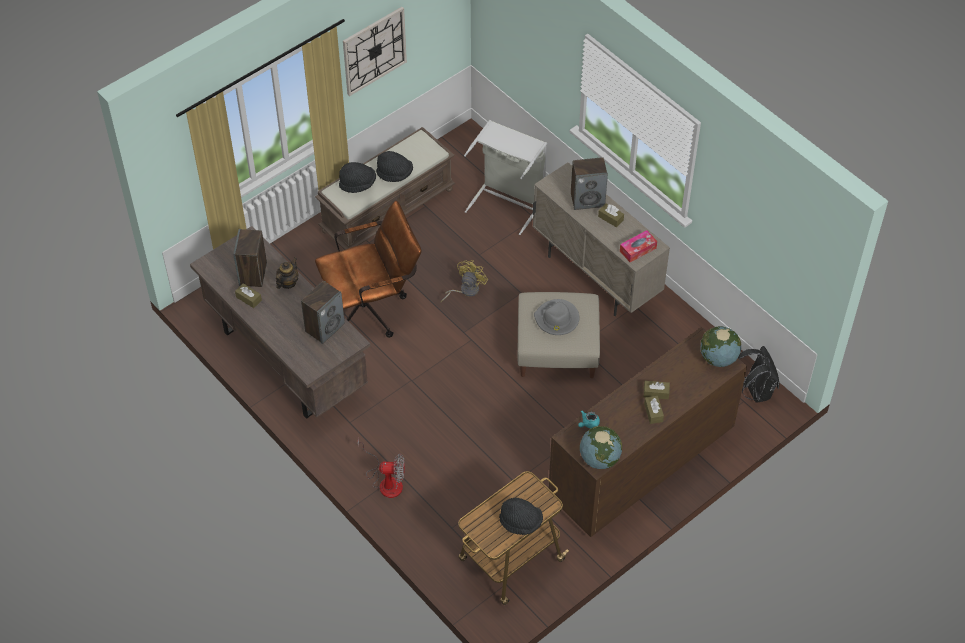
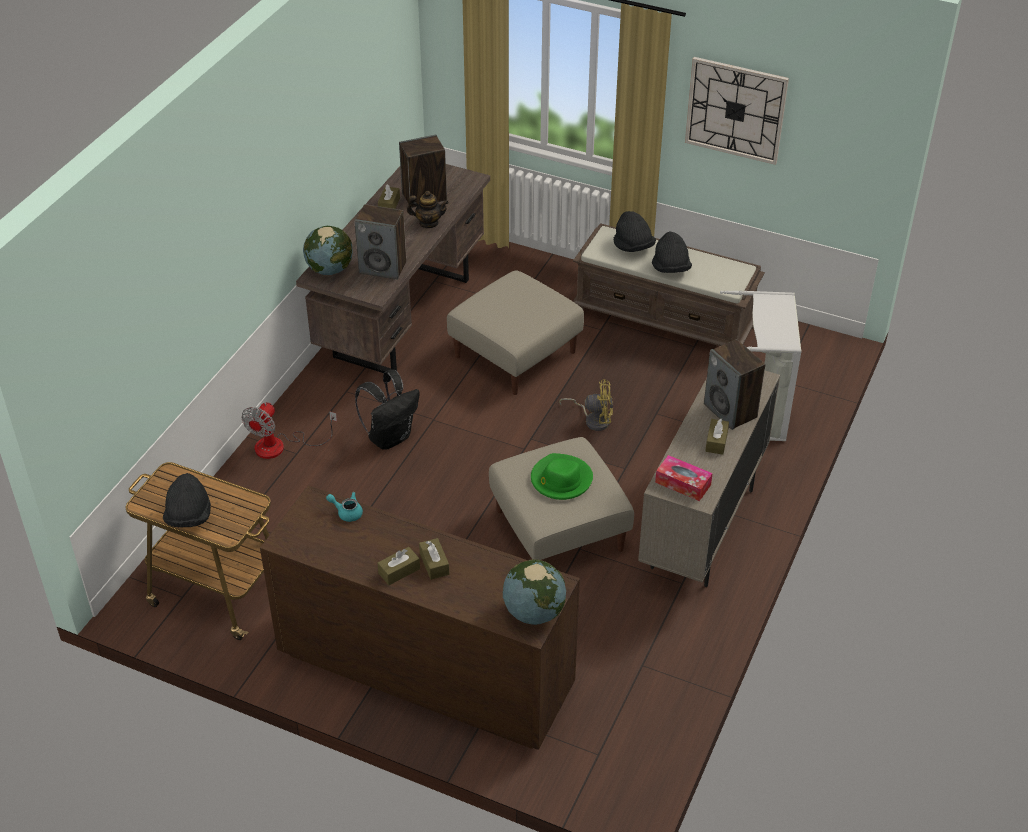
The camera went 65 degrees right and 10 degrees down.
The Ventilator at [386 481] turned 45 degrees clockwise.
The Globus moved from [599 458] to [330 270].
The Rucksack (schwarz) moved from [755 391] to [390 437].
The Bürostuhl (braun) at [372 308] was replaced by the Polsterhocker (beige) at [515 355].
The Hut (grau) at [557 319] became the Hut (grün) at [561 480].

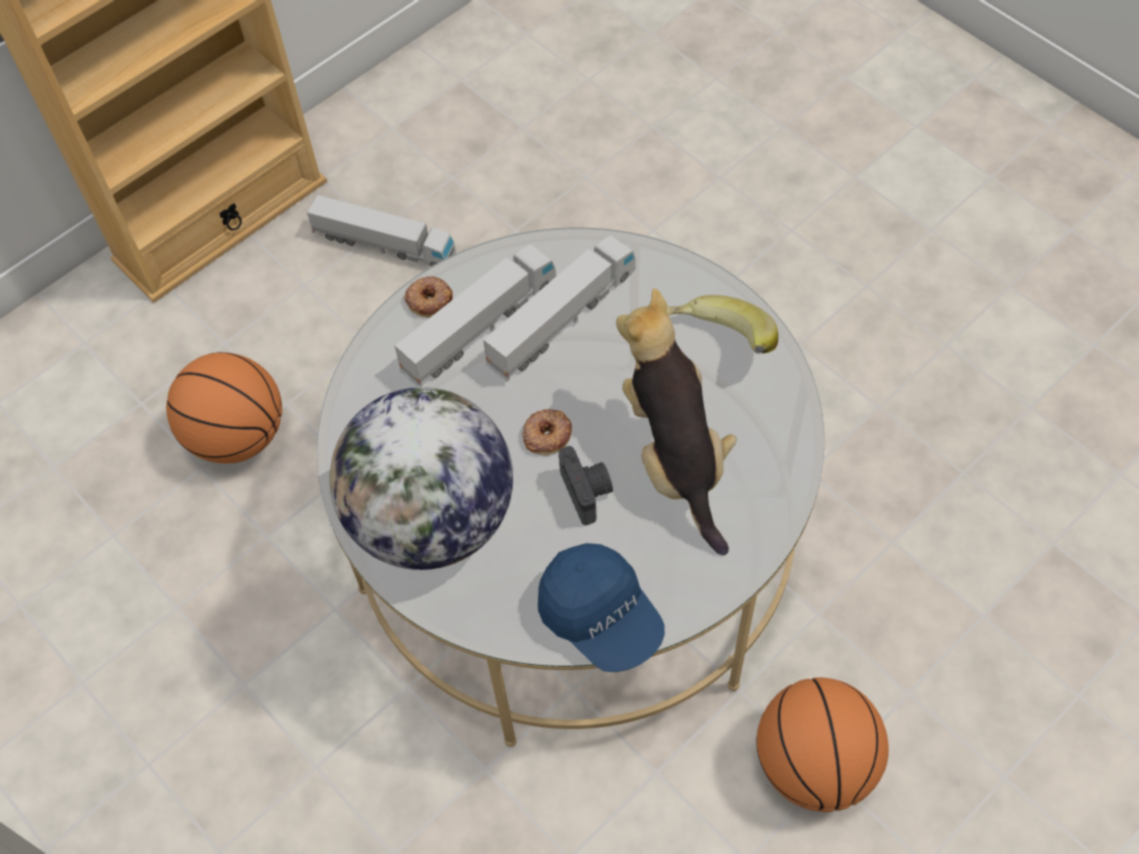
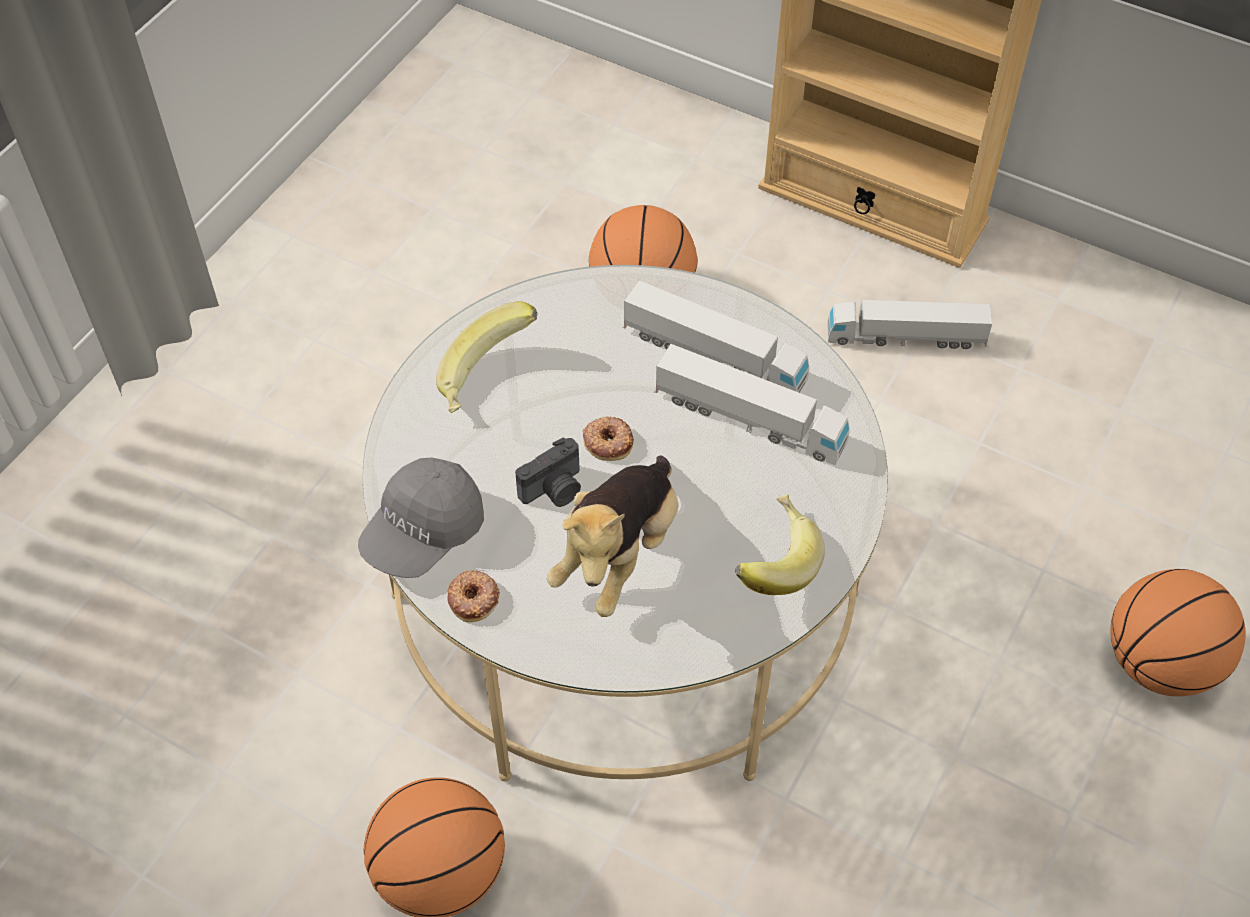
The camera went 70 degrees right and 5 degrees down.
The Kappe (blau) at [601 617] became the Kappe (grau) at [423 533].
The Globus at [432 520] was replaced by the Banane at [488 379].
The Donut moved from [429 299] to [474 598].
The Plüschtier at [675 456] turned 150 degrees clockwise.
The Spielzeuglaster at [384 244] turned 90 degrees clockwise.
The Basketball at [1160 663] appeared.

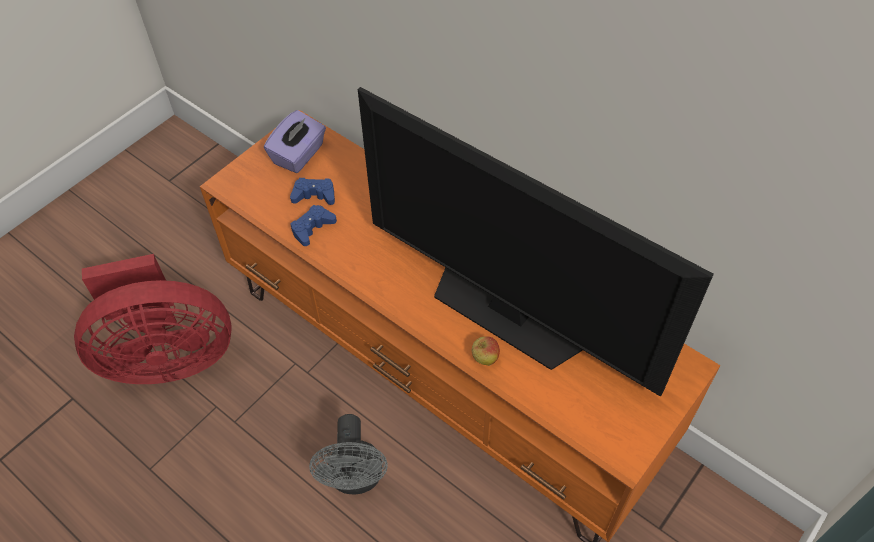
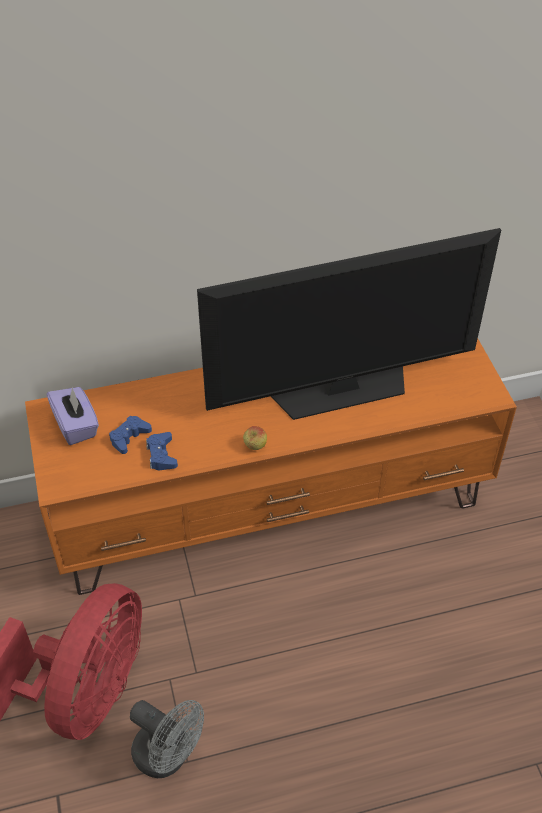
The camera went 55 degrees left and 5 degrees down.
The Ventilator (grau) moved from [356 479] to [168 756].
The Apfel moved from [485 358] to [255 446].

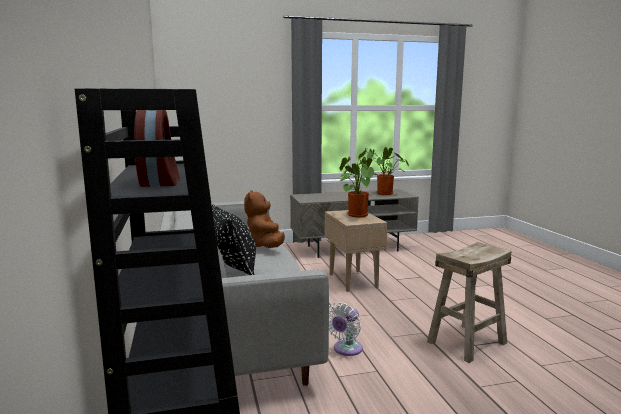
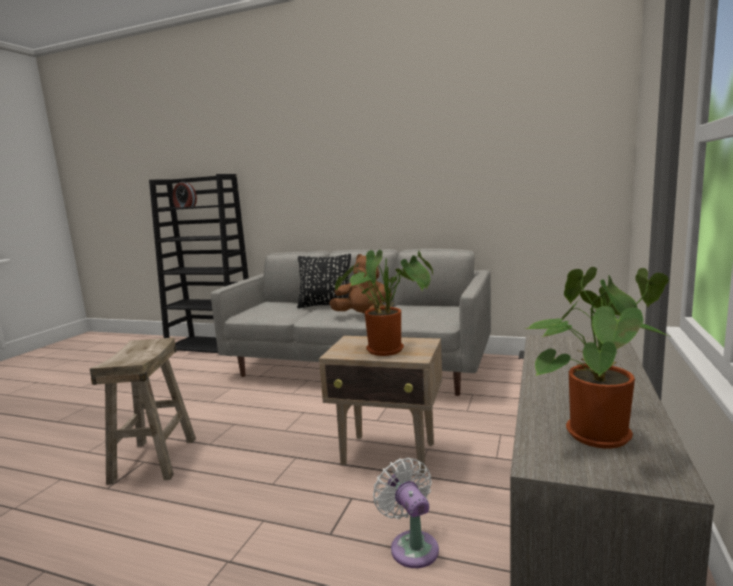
The camera went 125 degrees right and 0 degrees up.
The Ventilator (weiß) moved from [346 349] to [412 545].

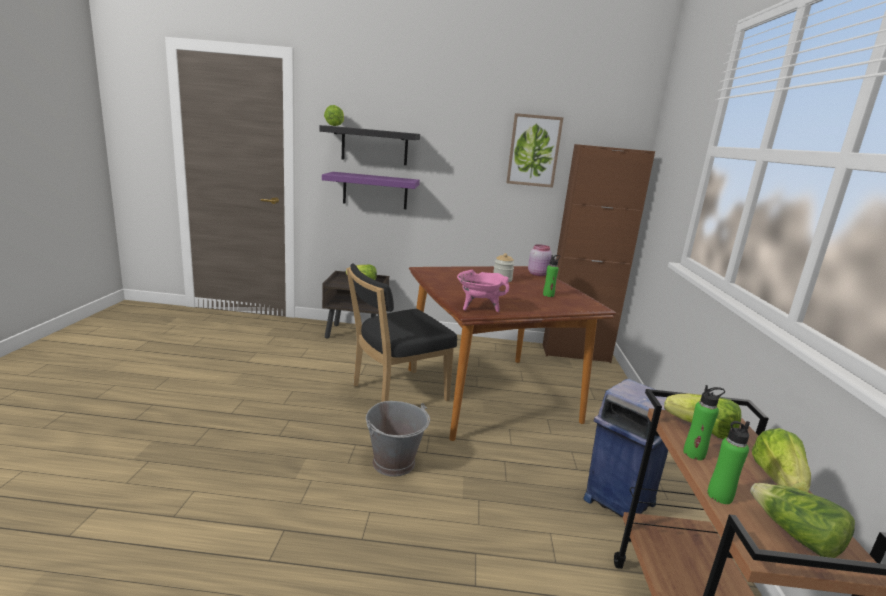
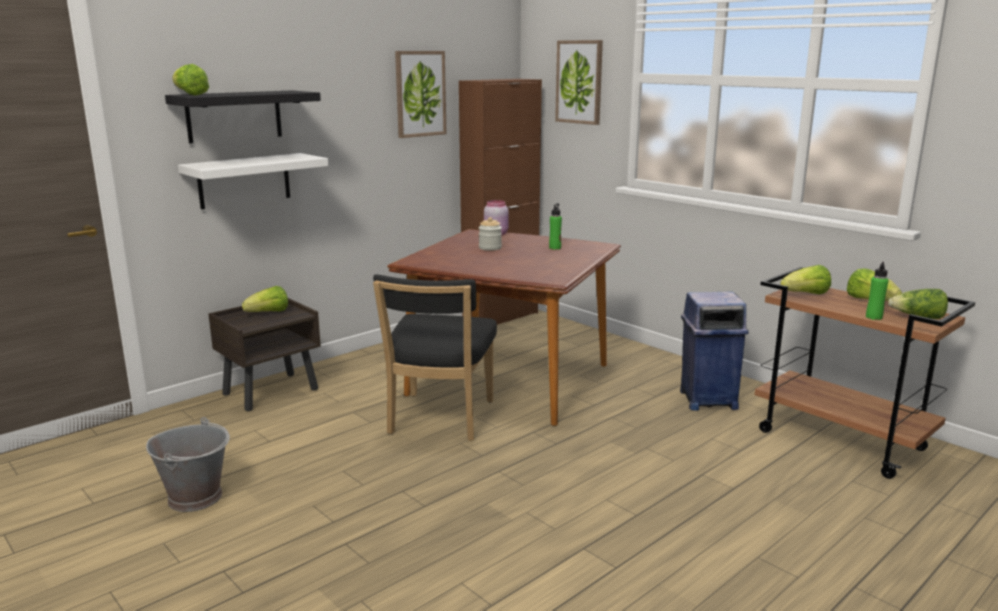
The camera went 45 degrees left and 0 degrees up.
The Eimer (grau) moved from [394 462] to [196 497].
The Wandregal (lila) at [375 191] became the Wandregal (weiß) at [244 180].
The Bild at [579 82] appeared.
The Kochtopf (rosa) at [478 308] disappeared.
The Flasche (grün) at [694 454] disappeared.

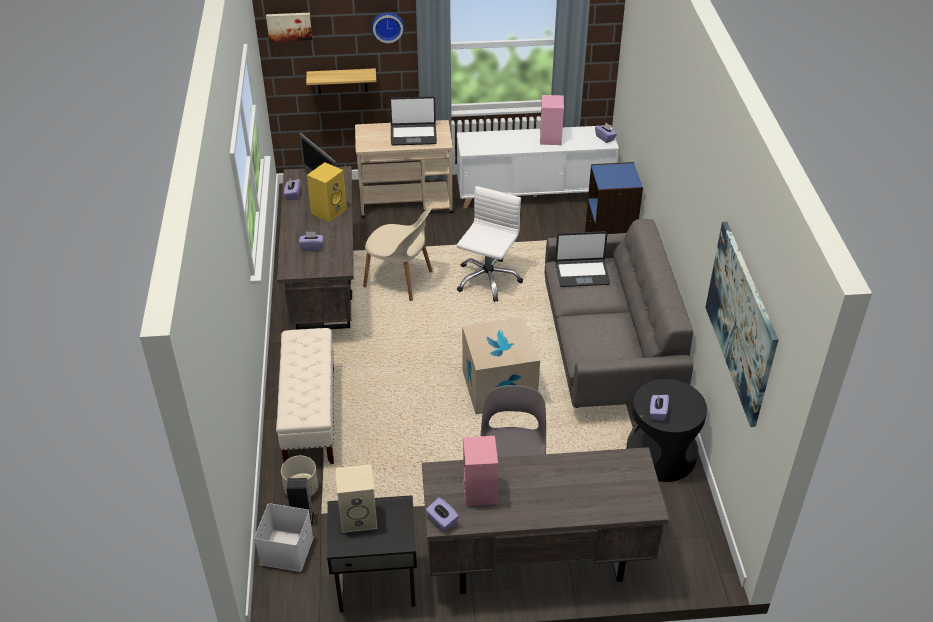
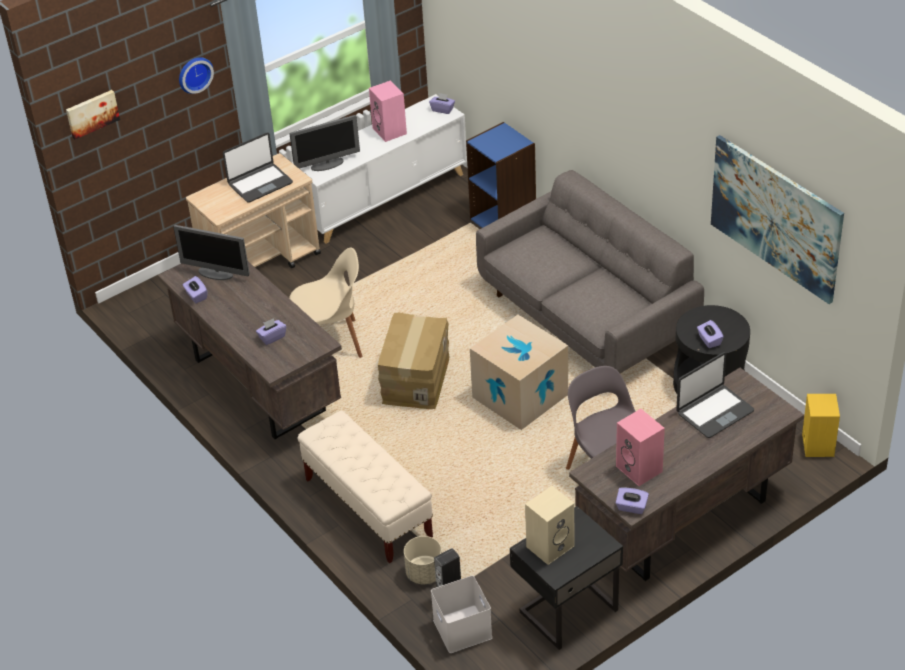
The camera went 30 degrees left and 0 degrees up.
The Monitor at [327 164] appeared.
The Karton at [415 380] appeared.
The Laptop moved from [582 273] to [714 411].
The Lautsprecher (gelb) moved from [329 210] to [817 444].
The Wandregal at [342 81] disappeared.
The Bürostuhl (weiß) at [487 280] disappeared.

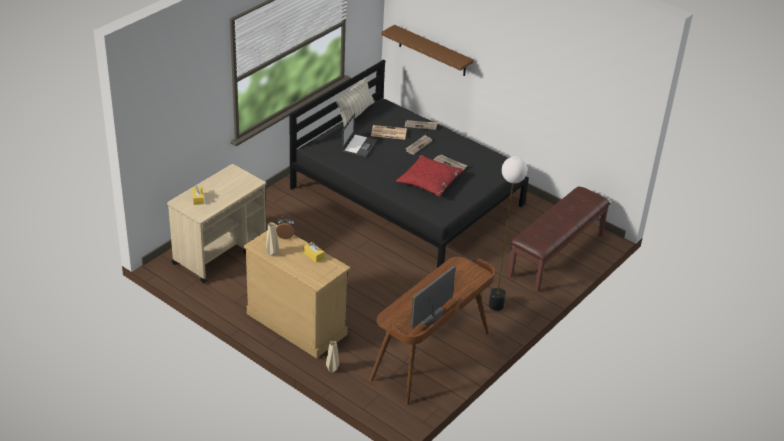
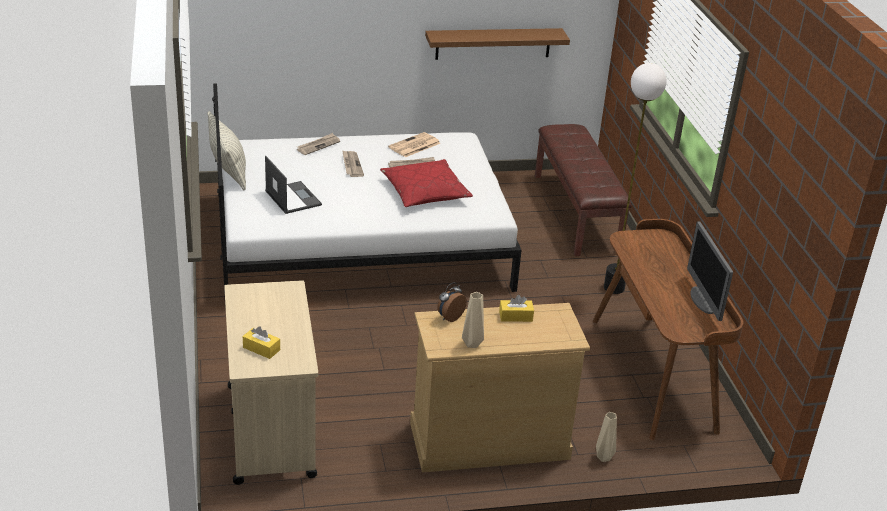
The camera went 50 degrees left and 5 degrees down.
The Bett (schwarz) at [407 195] became the Bett (weiß) at [359 241].
The Zeitung moved from [388 133] to [414 146].
The Wandregal (braun) moved from [432 51] to [493 43].

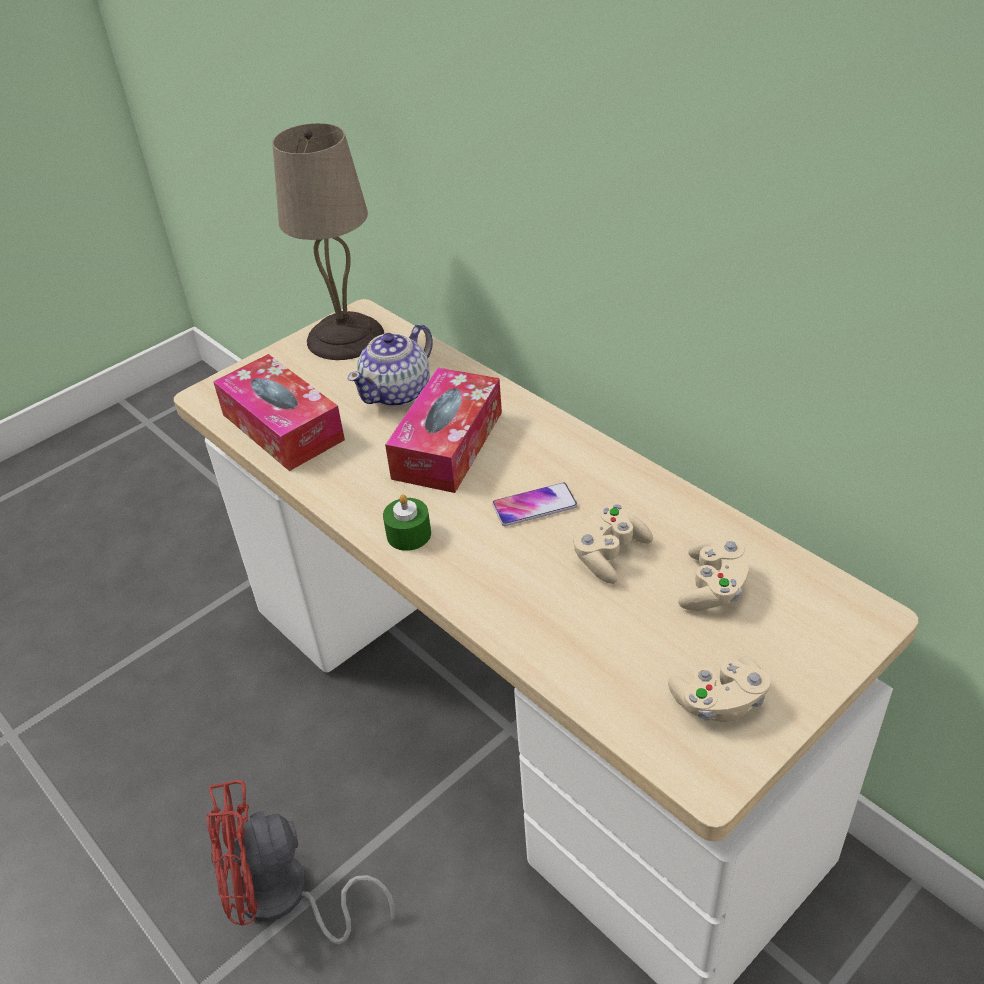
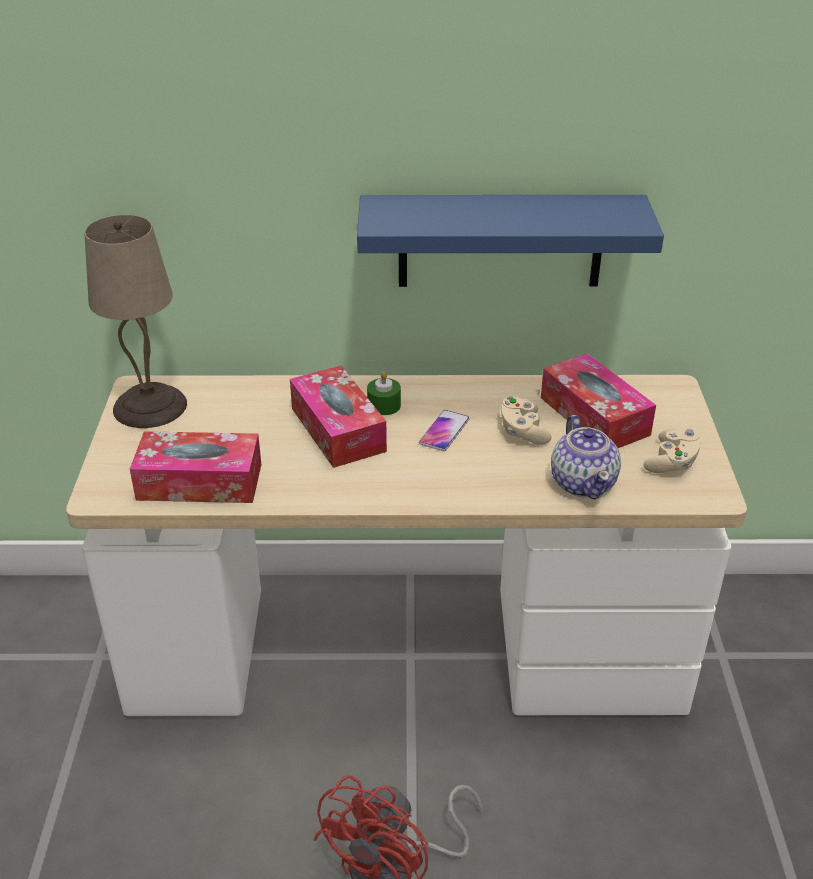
The camera went 50 degrees left and 5 degrees down.
The Wandregal (blau) at [500 241] appeared.
The Kerze (grün) moved from [409 534] to [384 405].
The Gamepad (beige) at [713 588] was replaced by the Taschentuchbox at [594 416].
The Teekanne moved from [398 392] to [583 482].

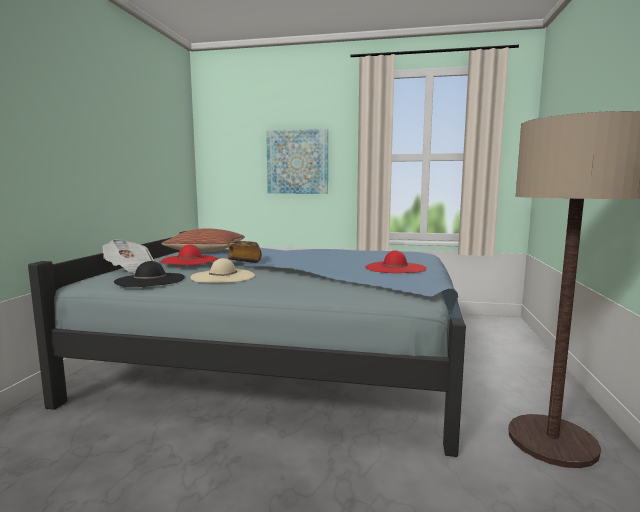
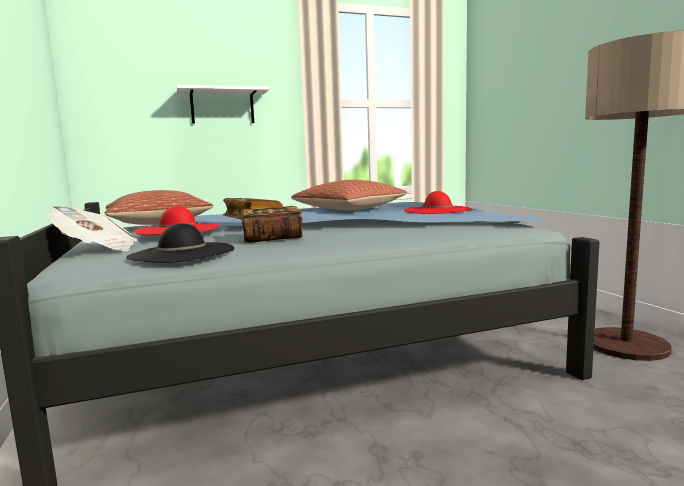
The camera went 30 degrees left and 0 degrees up.
The Bild at [297 162] was replaced by the Wandregal (weiß) at [222 107].
The Hut (beige) at [223 276] was replaced by the Buch at [272 238].
The Kissen at [348 210] appeared.

